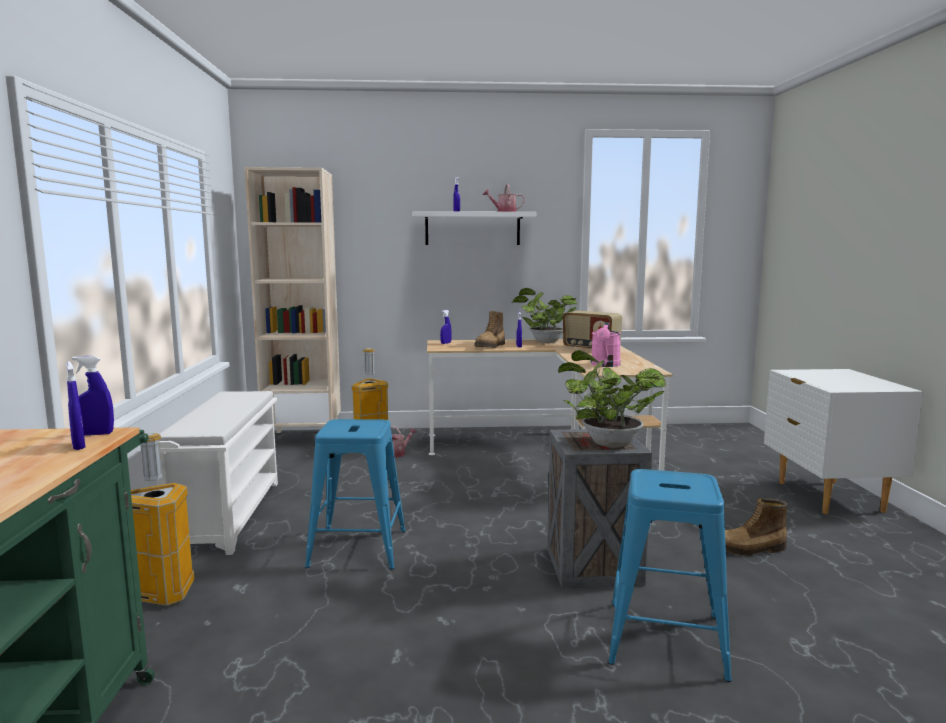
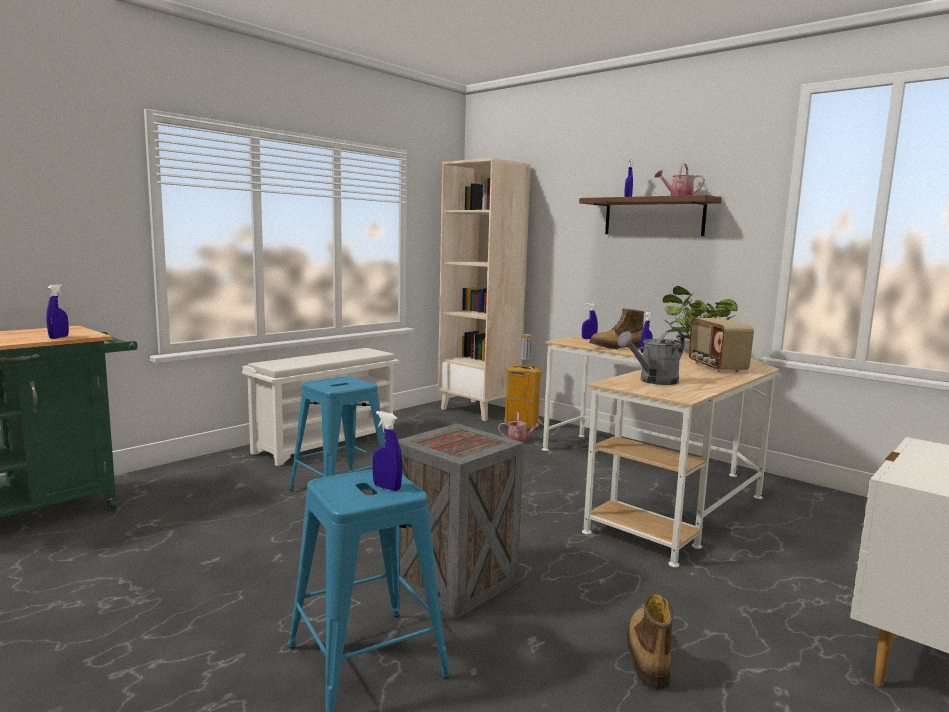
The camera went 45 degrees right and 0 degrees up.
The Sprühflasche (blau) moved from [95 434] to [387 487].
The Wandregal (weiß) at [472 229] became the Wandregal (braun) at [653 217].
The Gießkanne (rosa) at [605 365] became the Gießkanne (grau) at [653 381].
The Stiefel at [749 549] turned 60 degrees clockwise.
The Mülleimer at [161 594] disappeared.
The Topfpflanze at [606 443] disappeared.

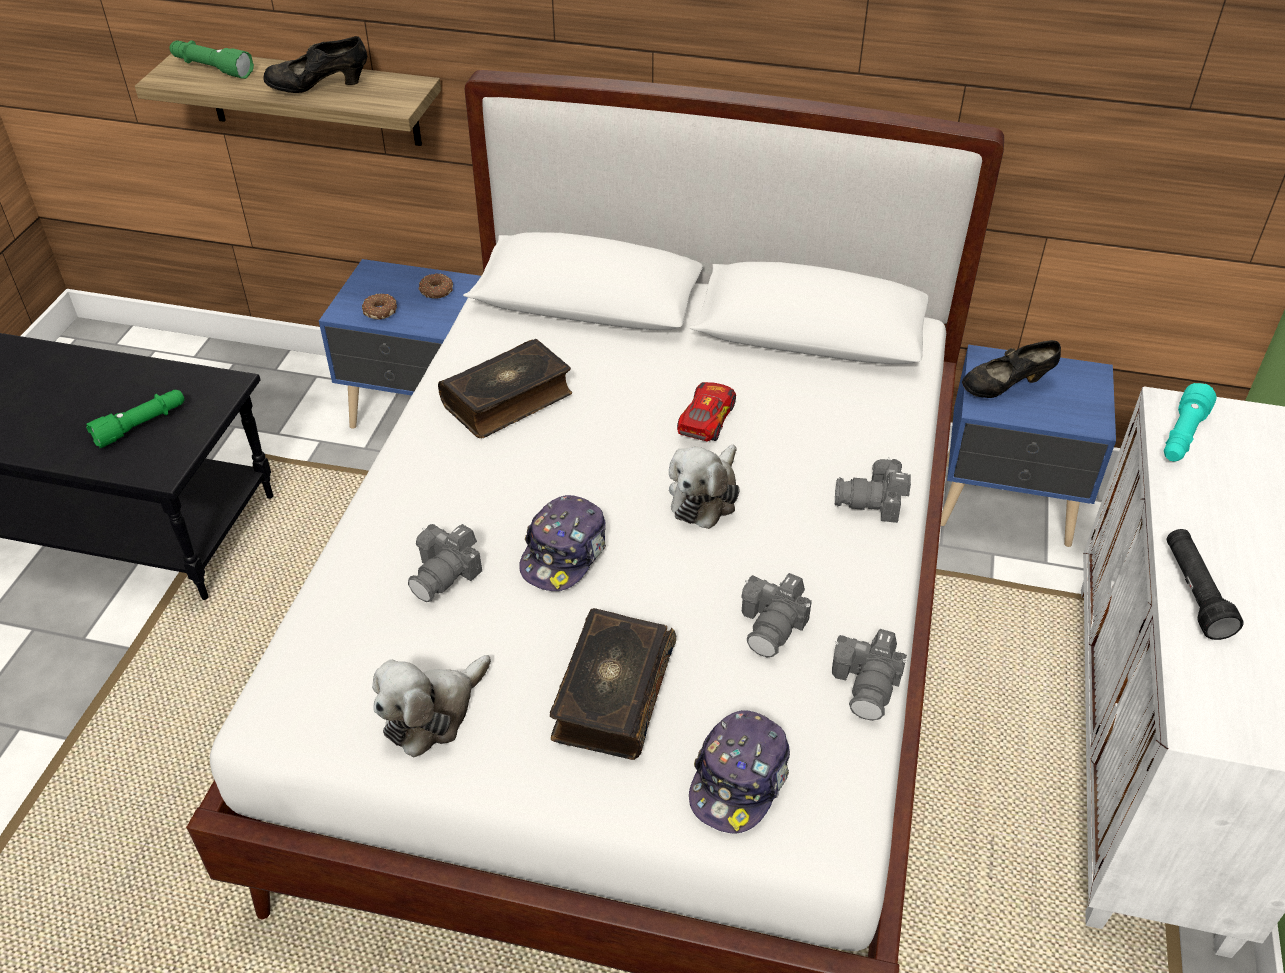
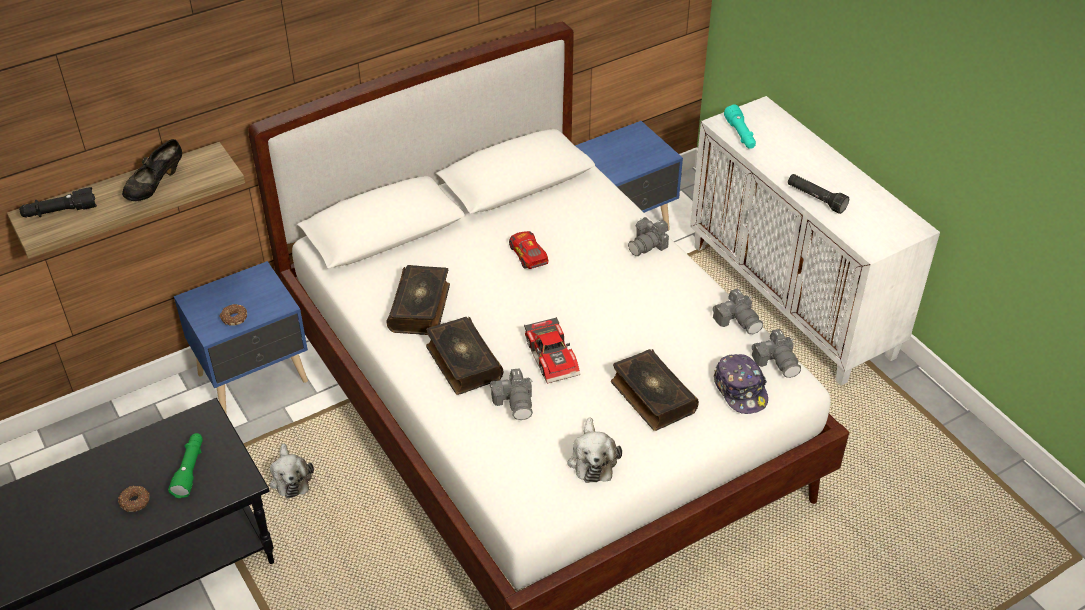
The camera went 45 degrees left and 0 degrees up.
The Taschenlampe (grün) at [211 68] became the Taschenlampe (schwarz) at [60 212].
The Donut moved from [436 291] to [135 502].
The Plüschtier moved from [705 496] to [290 478].
The Buch at [462 363] appeared.
The Kappe at [564 554] was replaced by the Spielzeugauto at [553 356].
The Kamera moved from [773 625] to [777 361].
The Schuh (schwarz) at [1005 387] disappeared.

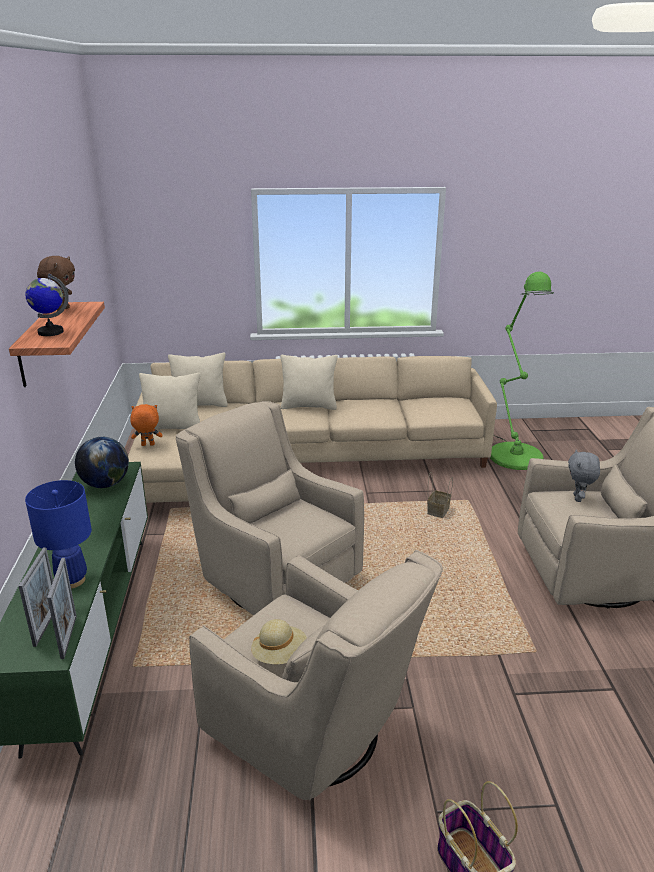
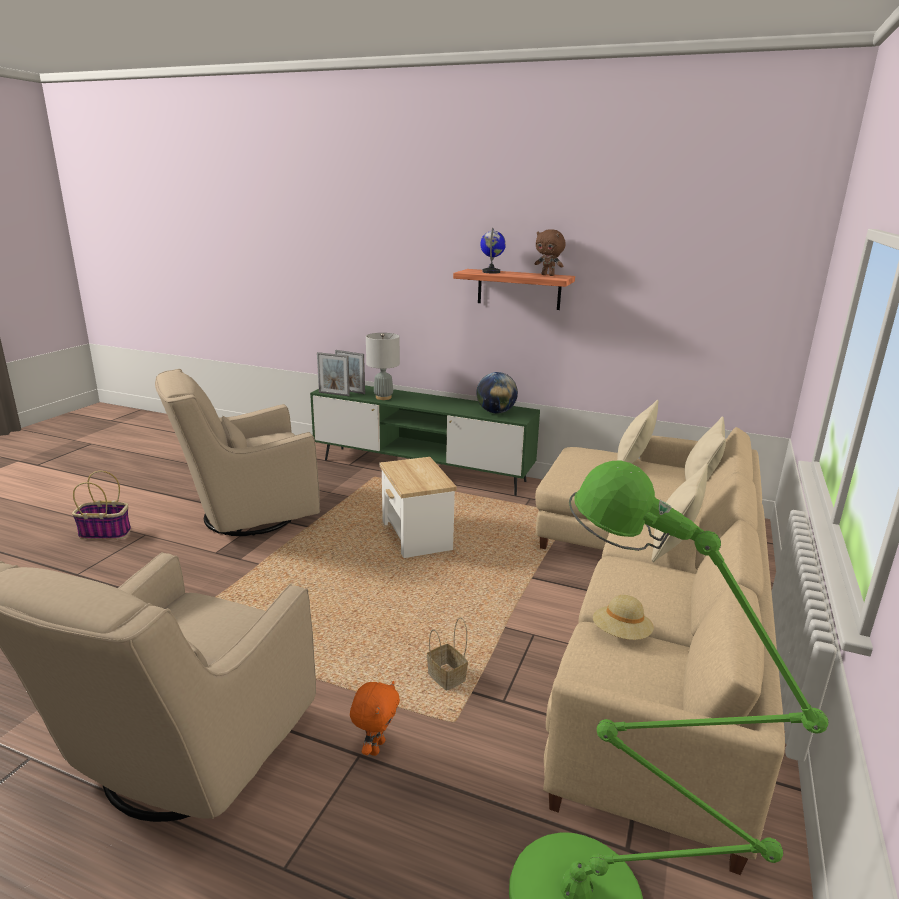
The camera went 115 degrees right and 5 degrees down.
The Plüschtier (orange) moved from [147 445] to [375 747].
The Tischlampe (blau) at [72 580] became the Tischlampe (grau) at [383 397].
The Sessel (beige) at [273 579] was replaced by the Beistelltisch at [415 536].
The Hut (beige) moved from [279 655] to [621 634].
The Plüschtier (grau) at [578 498] disappeared.

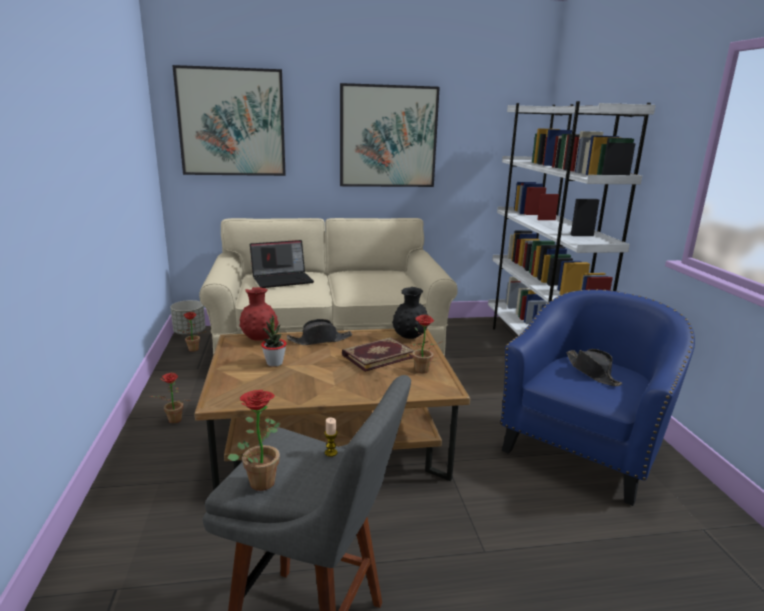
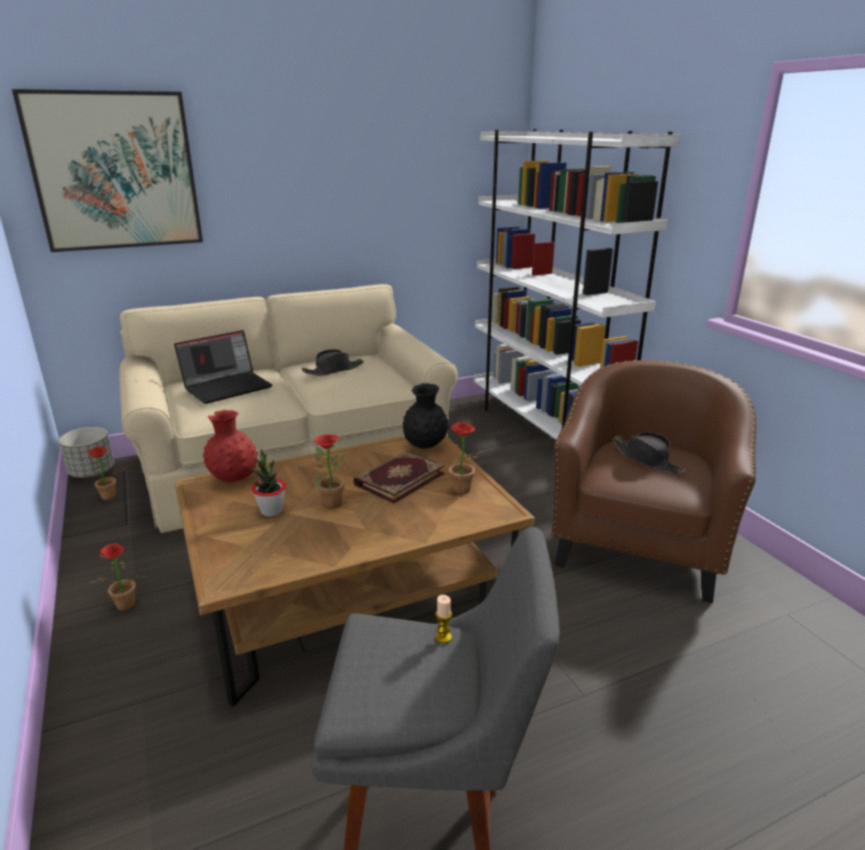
The camera went 15 degrees left and 5 degrees up.
The Hut (schwarz) moved from [320 340] to [333 370].
The Topfpflanze moved from [260 479] to [329 502].
The Sessel (blau) at [584 449] became the Sessel (braun) at [639 545].
The Bild at [388 137] disappeared.

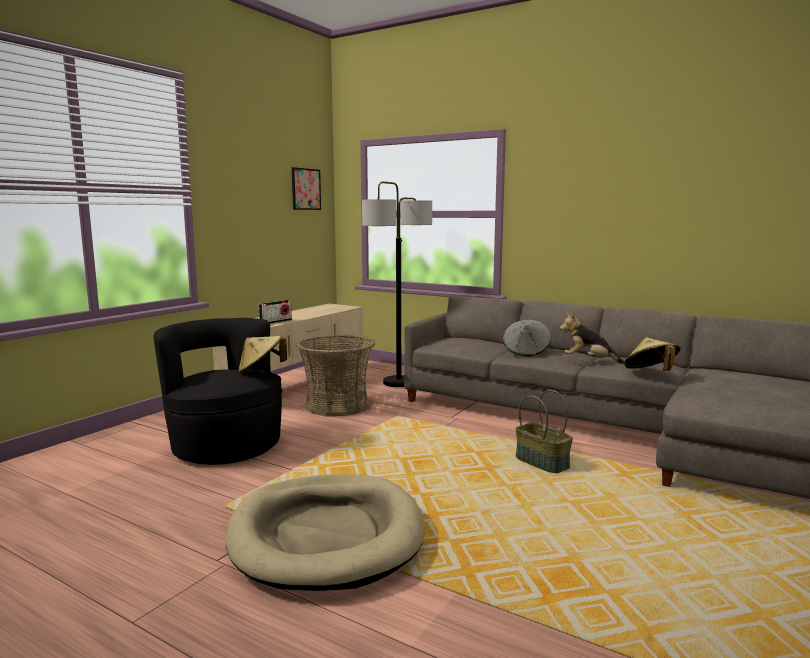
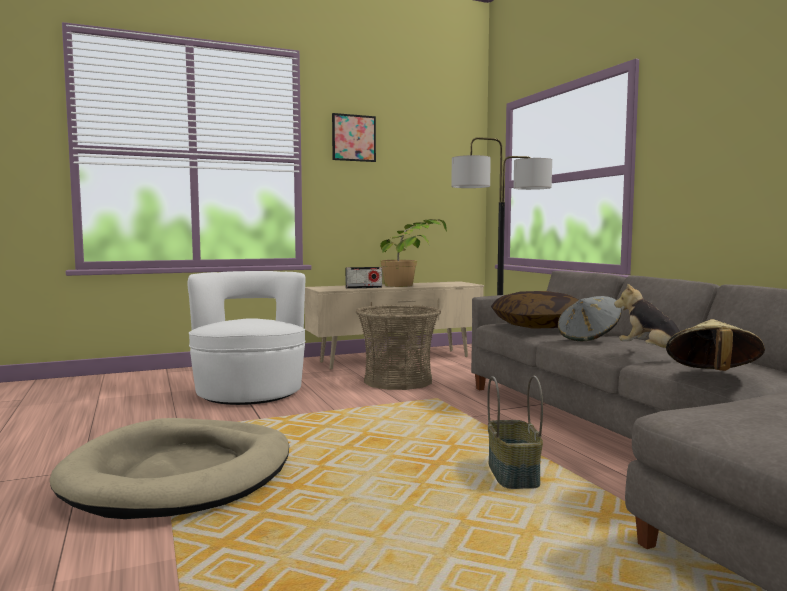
The camera went 35 degrees right and 5 degrees down.
The Sessel (schwarz) at [226 446] became the Sessel (weiß) at [250 392].
The Bild moved from [306 189] to [353 138].
The Topfpflanze at [412 285] appeared.
The Kissen at [538 325] appeared.
The Hut (beige) at [261 370] disappeared.

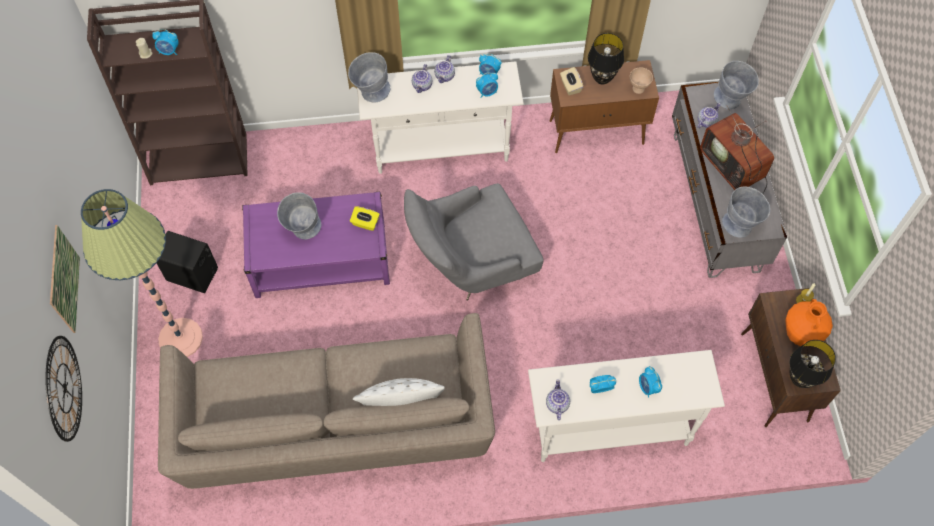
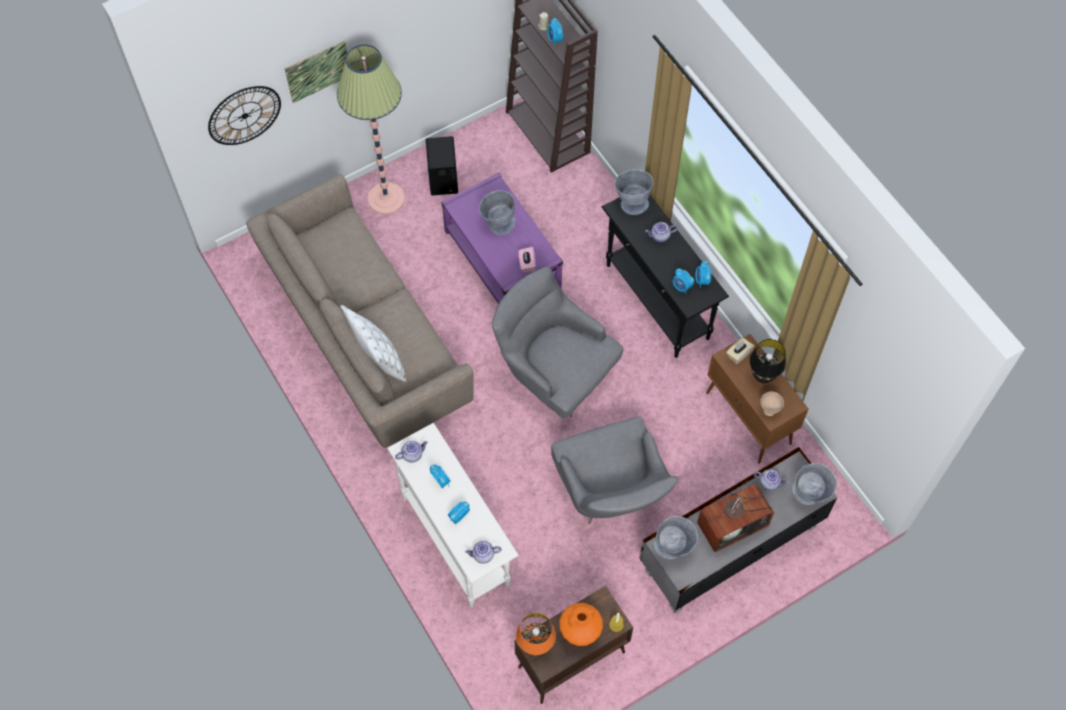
The camera went 65 degrees right and 0 degrees up.
The Teekanne moved from [445 76] to [483 555].
The Tischlampe (schwarz) at [800 379] became the Tischlampe (orange) at [536 645].
The Taschentuchbox (gelb) at [365 223] became the Taschentuchbox (rosa) at [527 264].
The Sessel (grau) at [611 496] appeared.
The Konsolentisch (weiß) at [442 150] became the Konsolentisch (schwarz) at [657 302].
The Fernseher at [734 166] turned 150 degrees counterclockwise.

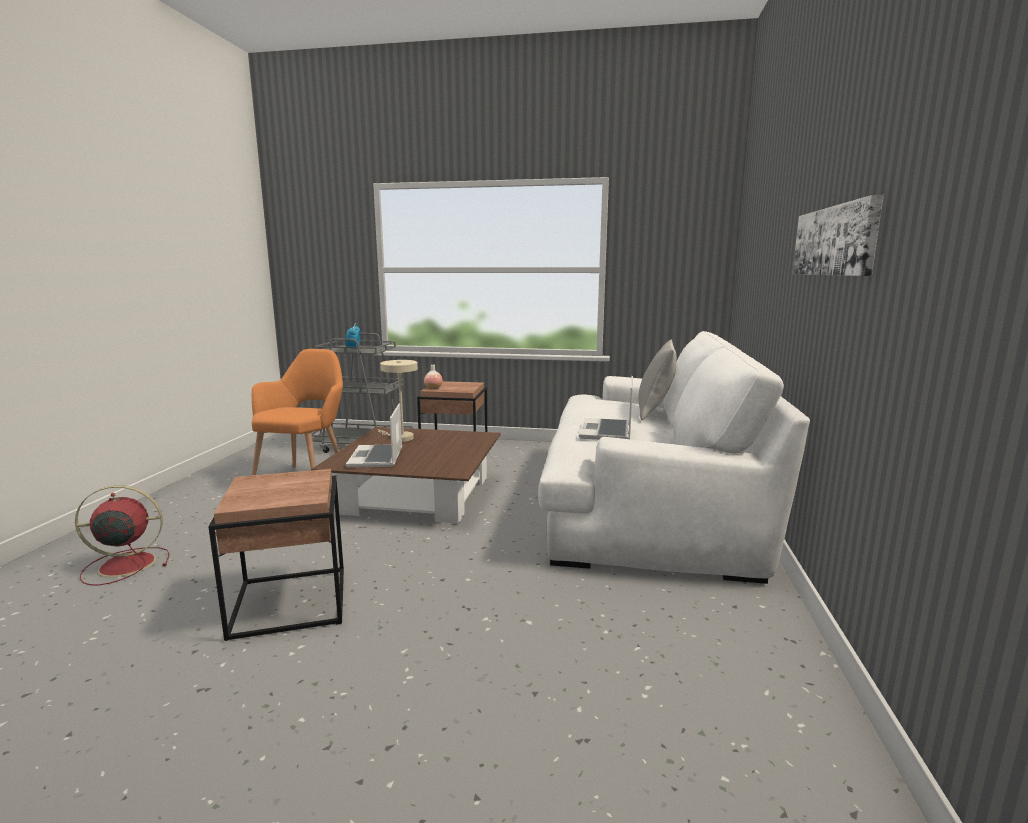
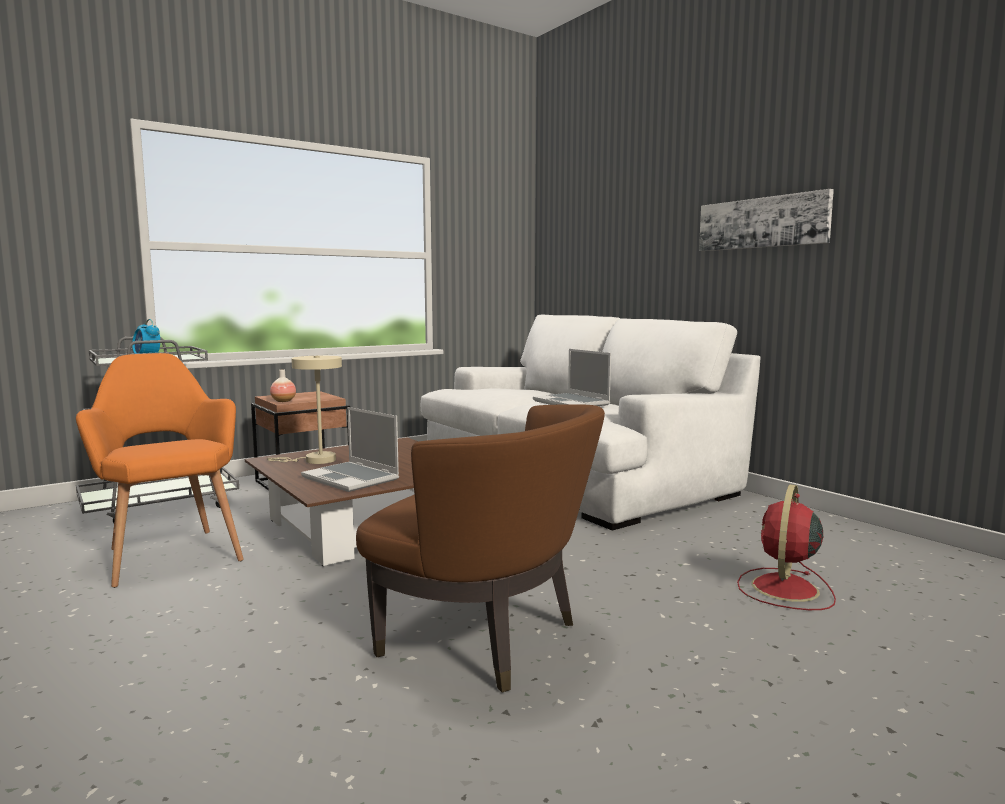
The camera went 45 degrees left and 5 degrees down.
The Beistelltisch (braun) at [289 603] was replaced by the Sessel (braun) at [487 639].
The Ventilator (rot) moved from [124 565] to [784 589].
The Kissen (grau) at [655 412] disappeared.

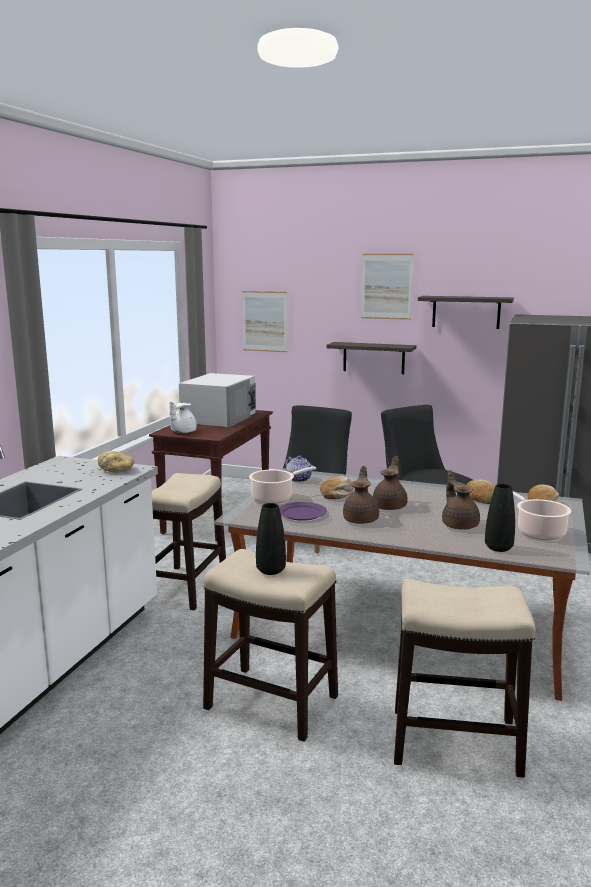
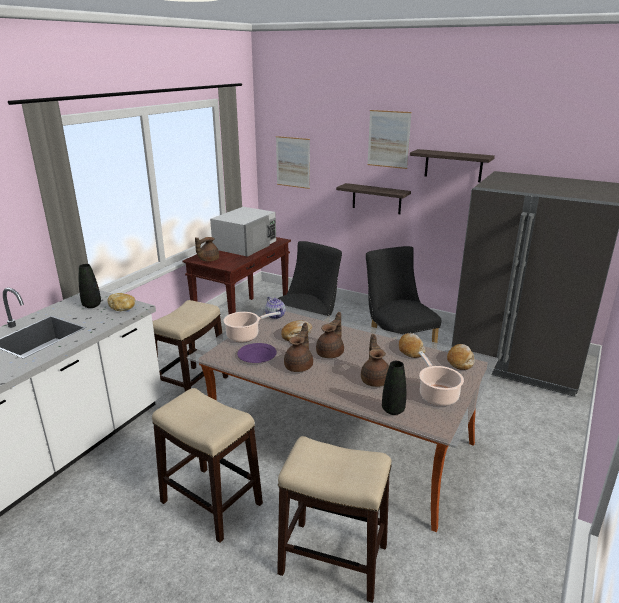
The camera went 10 degrees right and 10 degrees up.
The Vase (schwarz) moved from [271 570] to [92 305].
The Teekanne (weiß) at [182 432] became the Teekanne (braun) at [208 260].

